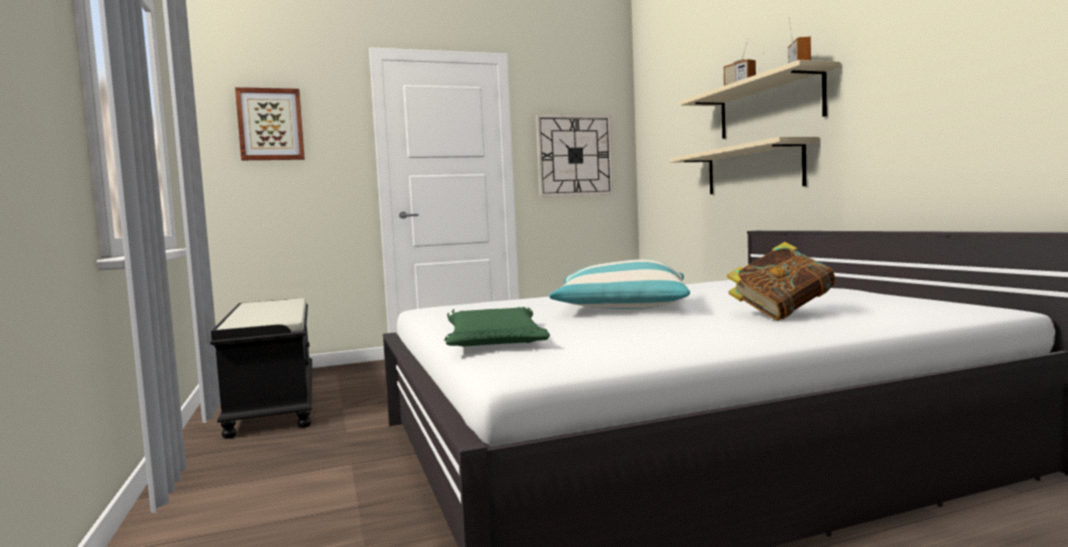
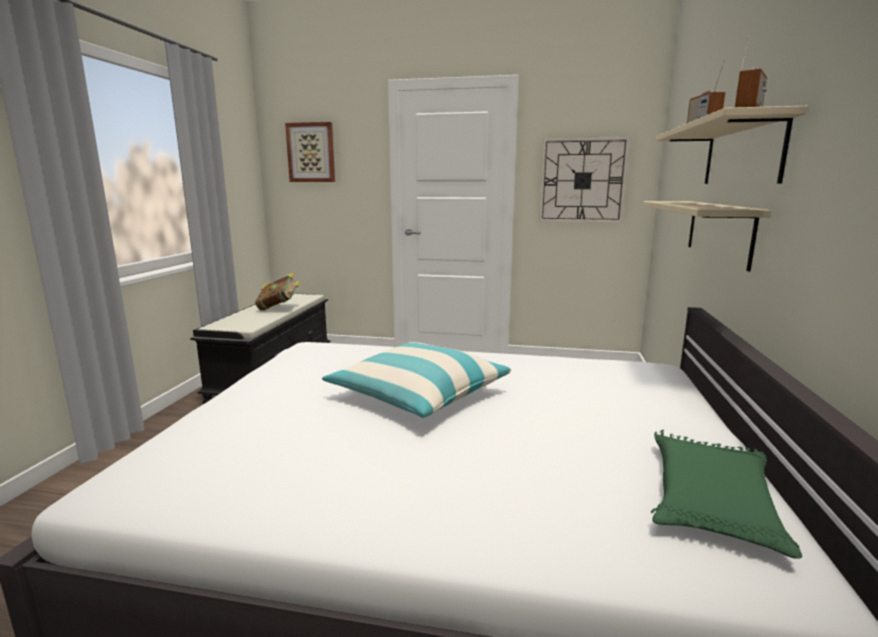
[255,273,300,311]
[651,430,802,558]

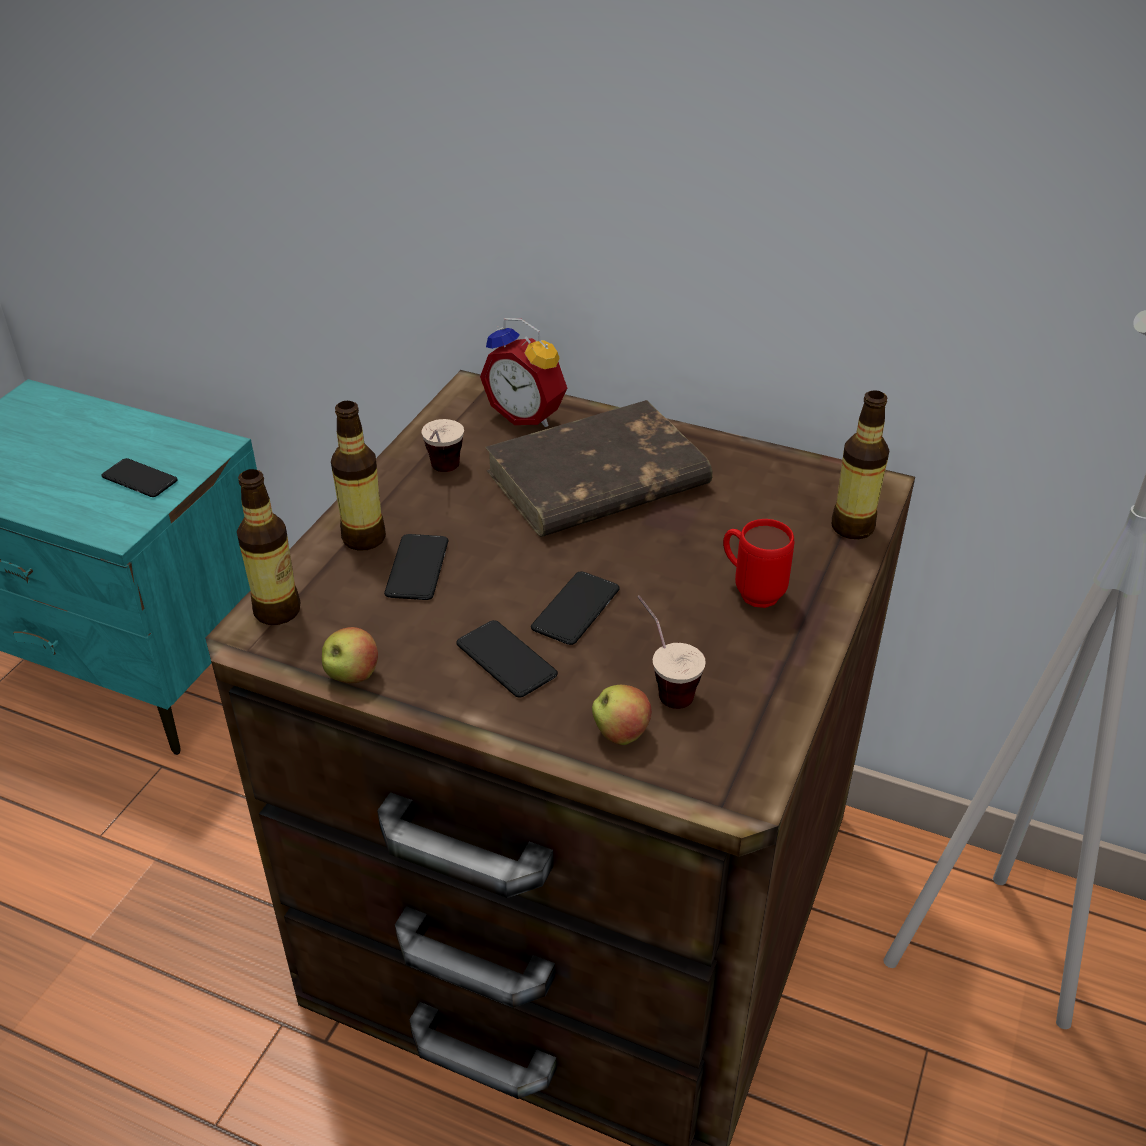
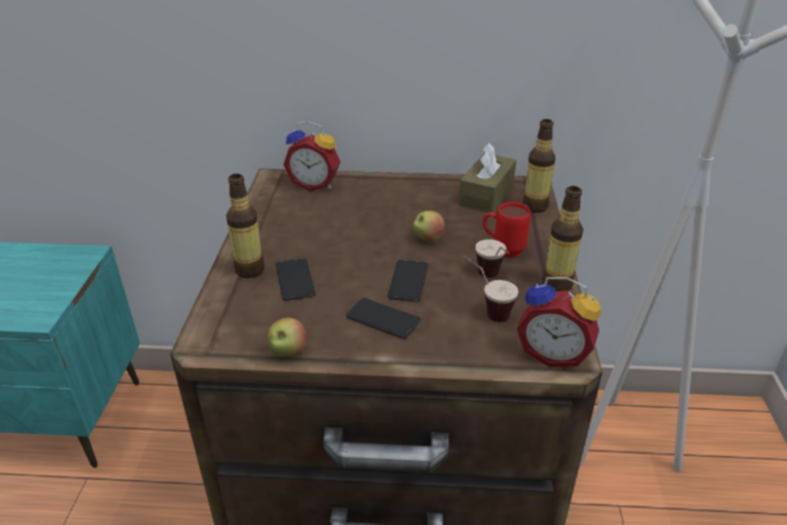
[485,400,713,537] (first image)
[475,240,509,278]
[101,458,178,497] (first image)
[543,186,583,291]
[413,211,445,242]
[459,142,516,213]
[517,277,601,367]

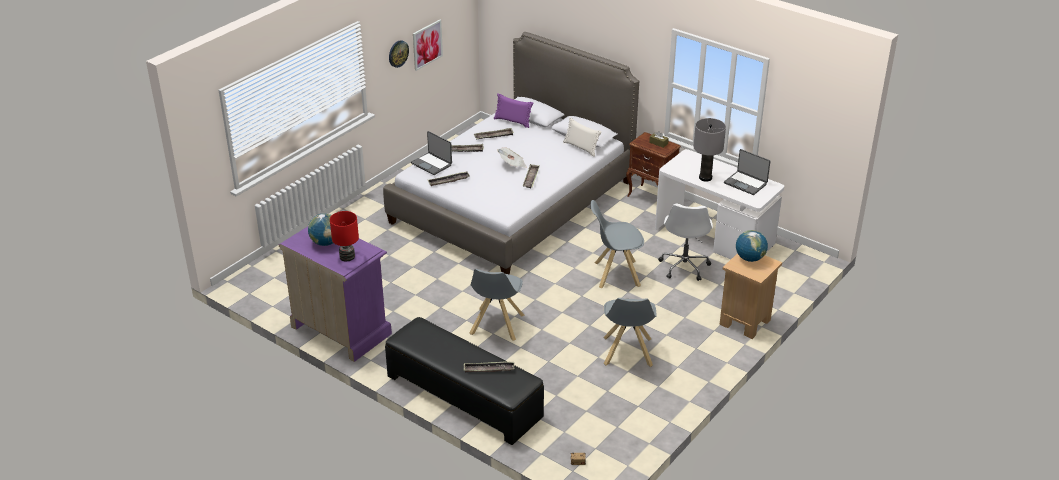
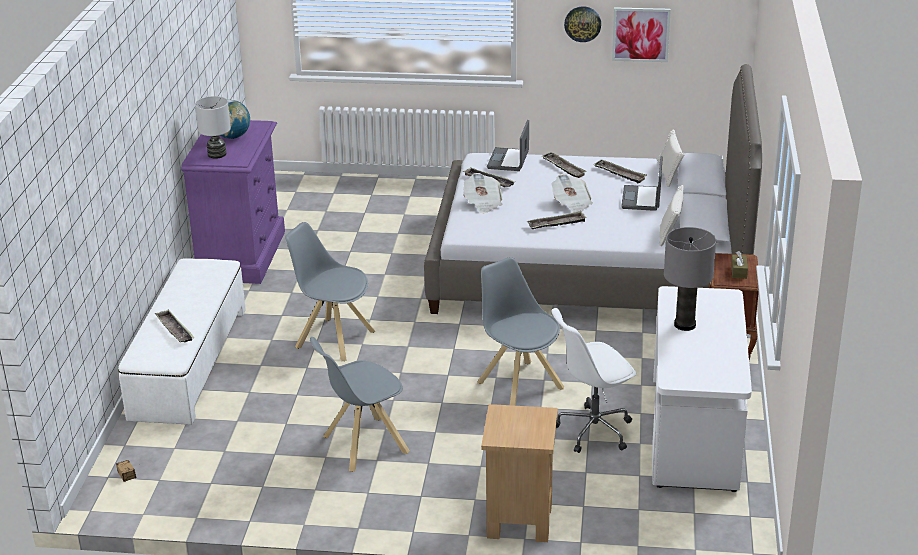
[656,129,684,187]
[621,156,663,211]
[195,96,231,159]
[736,230,768,262] (first image)
[285,222,375,361]
[118,258,246,425]
[463,173,503,213]

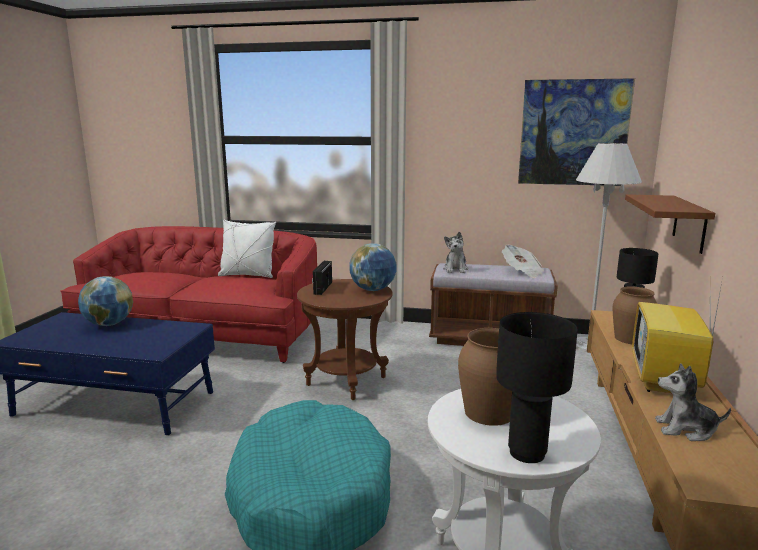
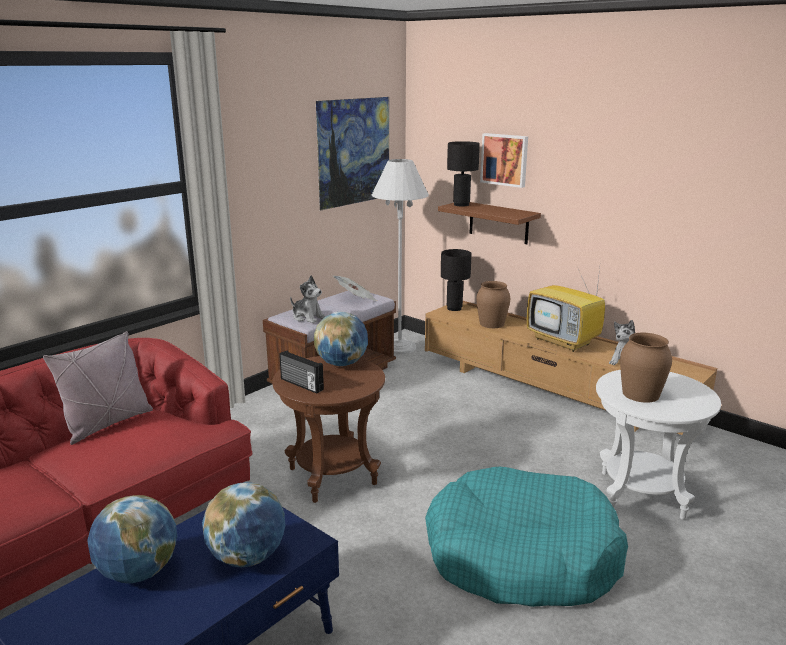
[43,331,153,445]
[447,141,480,206]
[480,133,528,188]
[202,482,285,567]

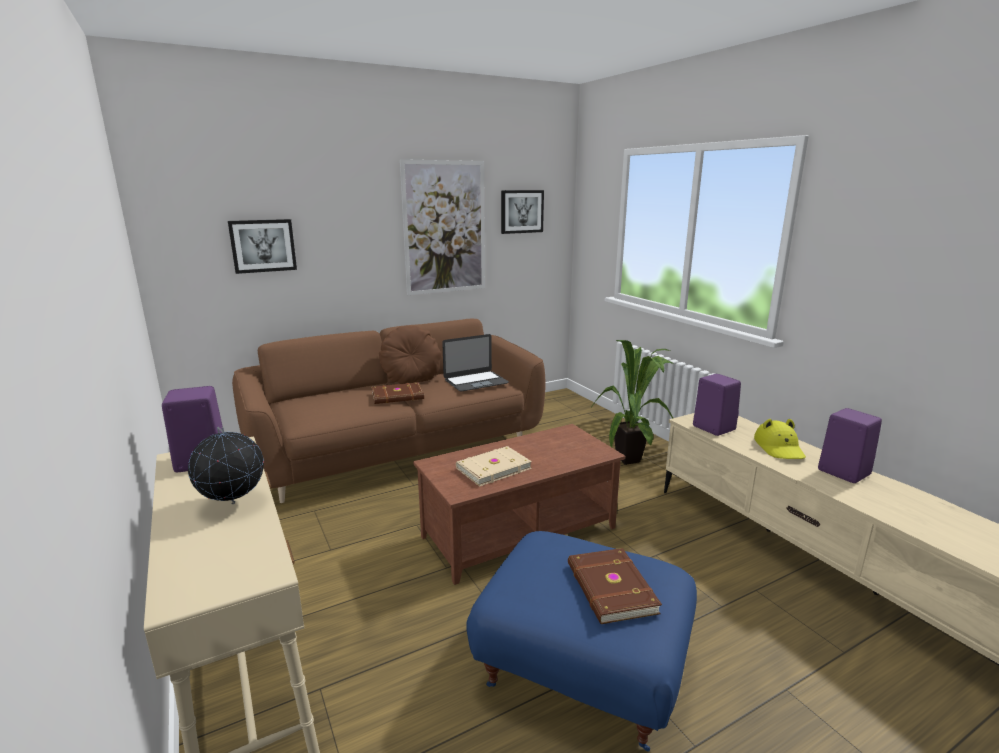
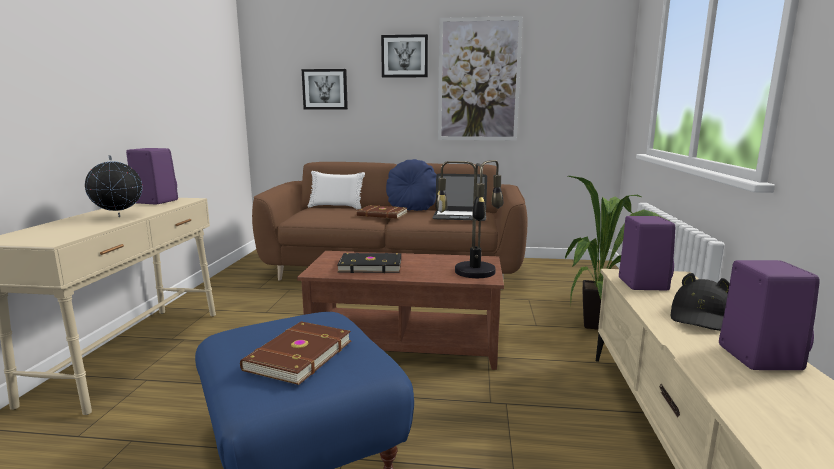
[381,34,428,78]
[386,159,437,211]
[670,273,730,331]
[337,253,401,273]
[435,160,503,278]
[308,171,365,210]

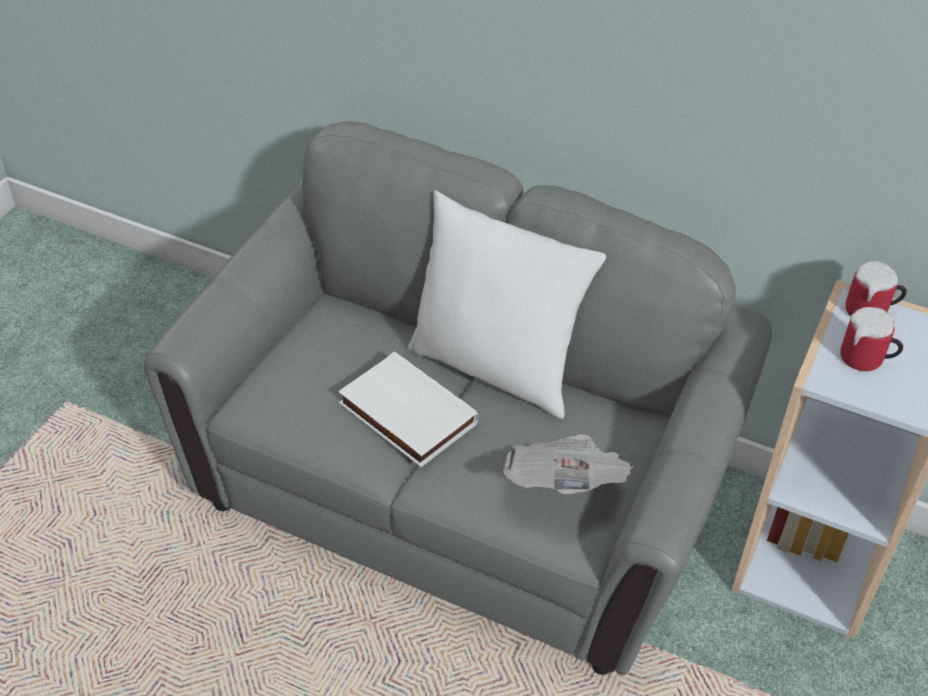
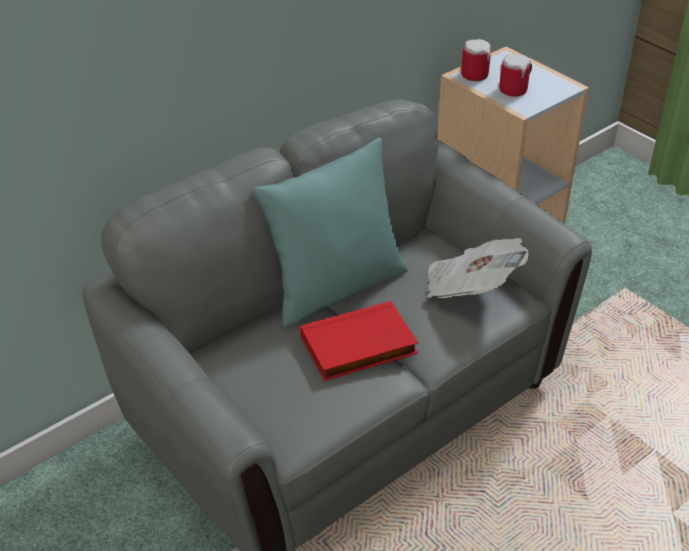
[253,138,408,328]
[300,301,419,381]

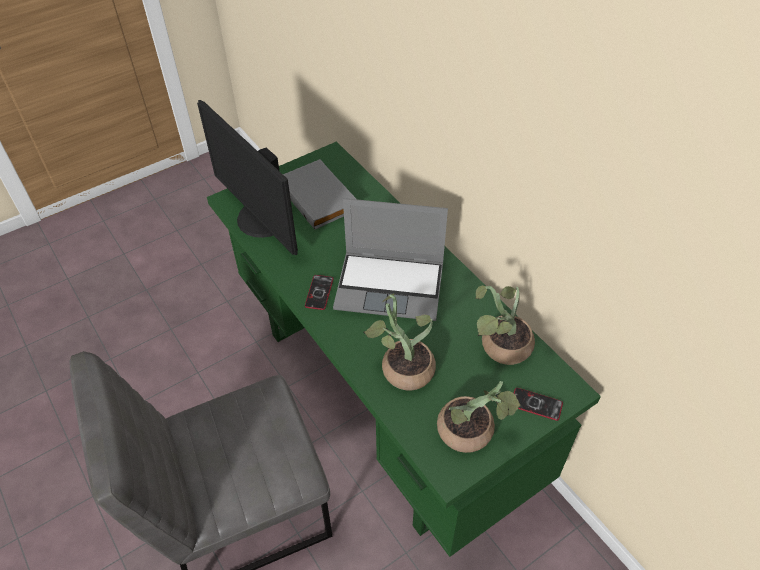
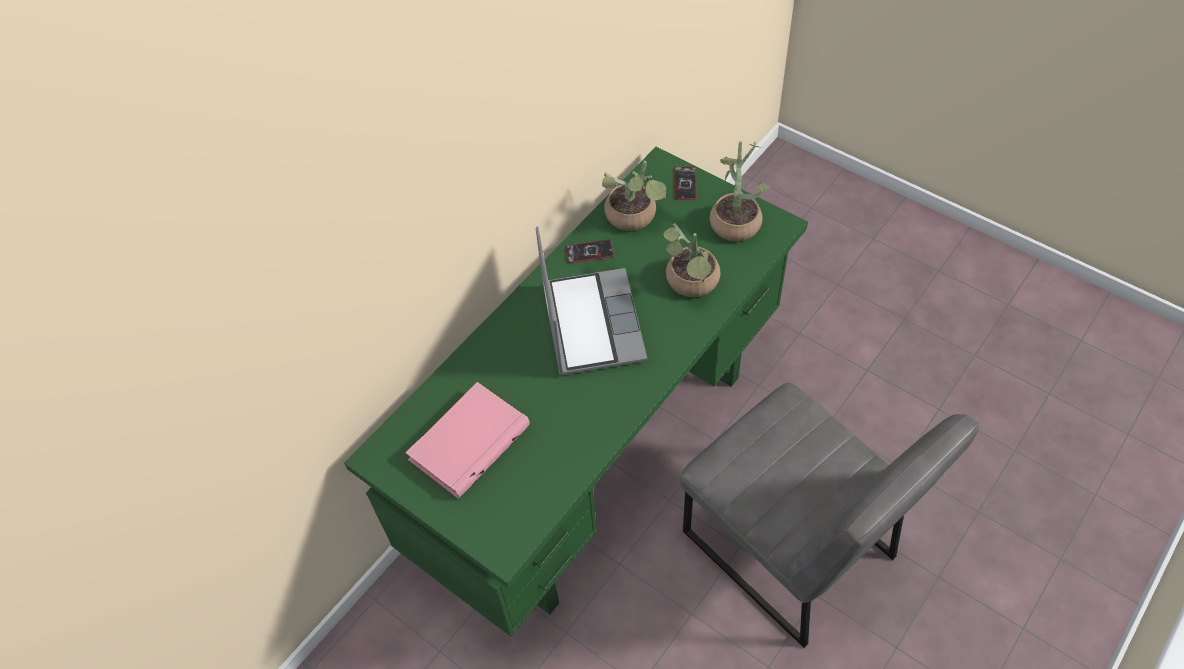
[197,100,298,256] (first image)
[405,382,530,499]
[565,240,614,263]

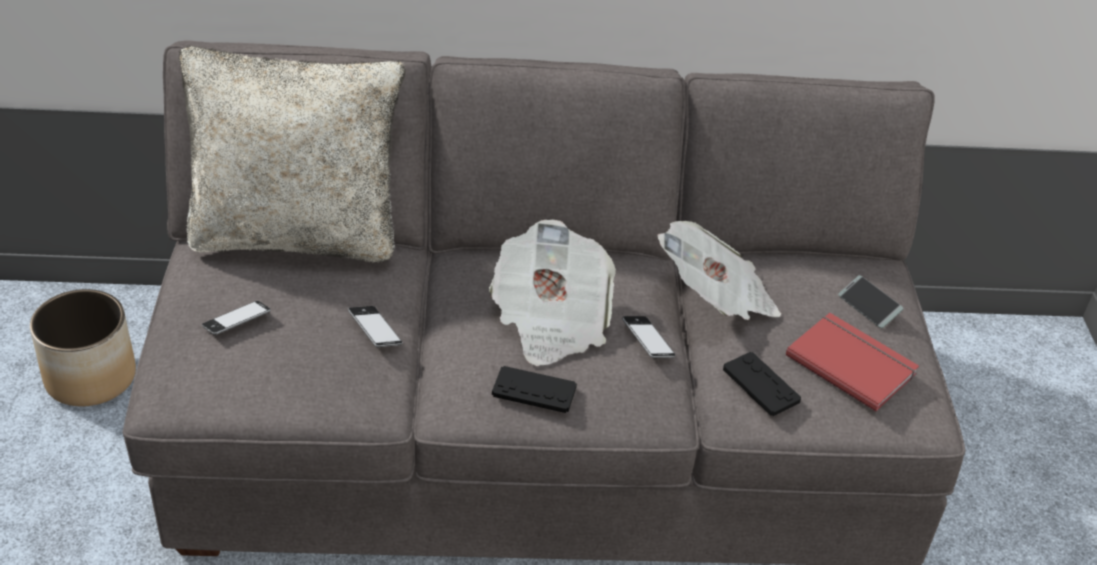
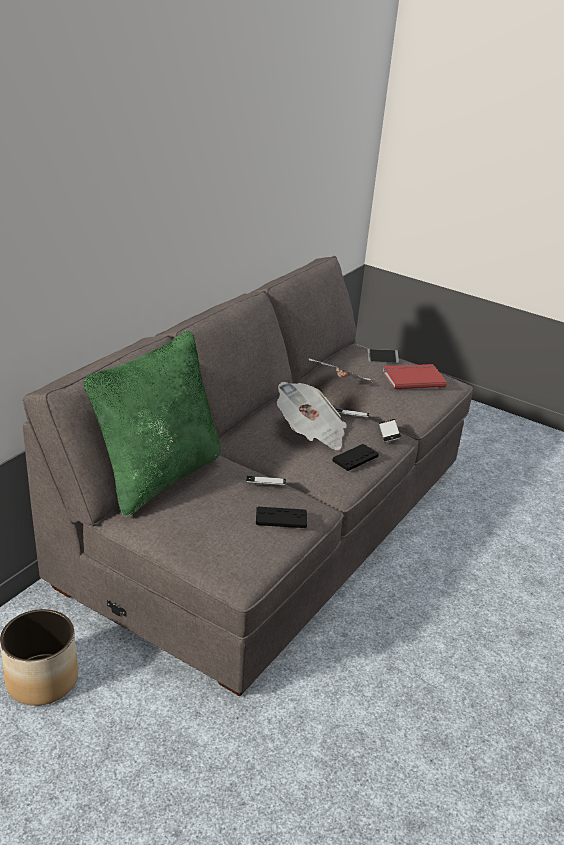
[83,330,221,516]
[379,419,401,443]
[256,507,307,528]

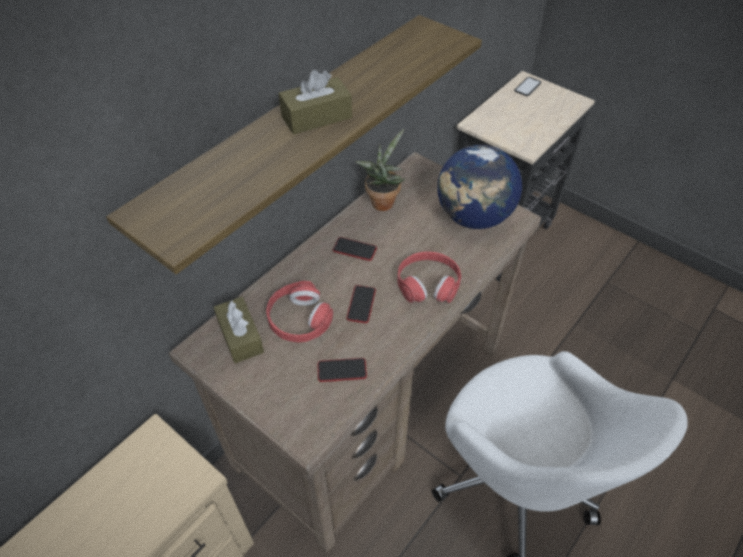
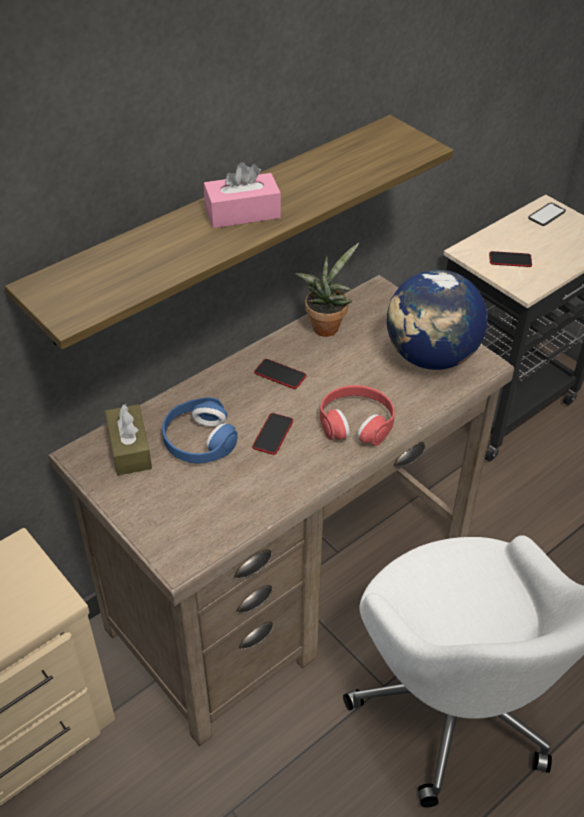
[204,162,281,228]
[162,397,238,464]
[489,251,532,267]

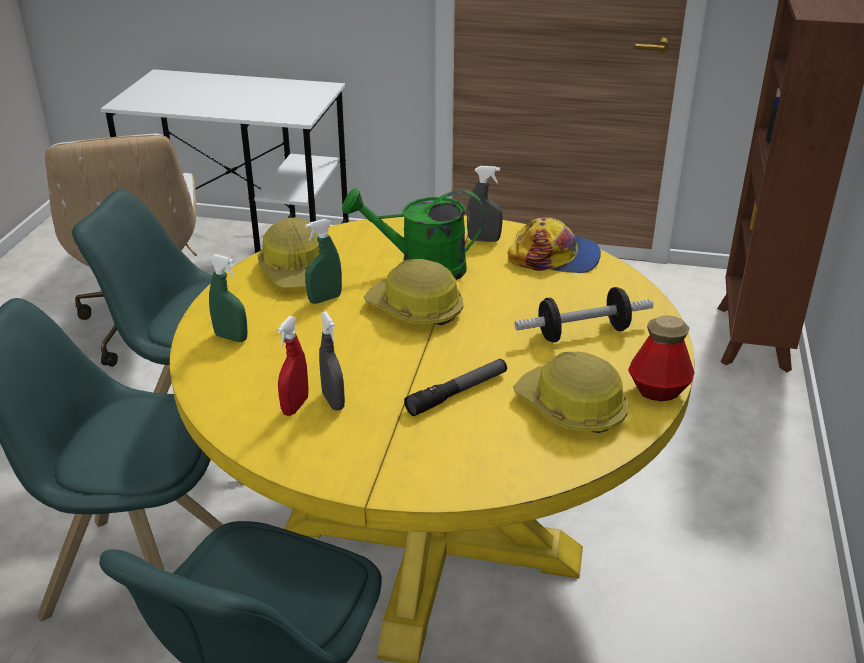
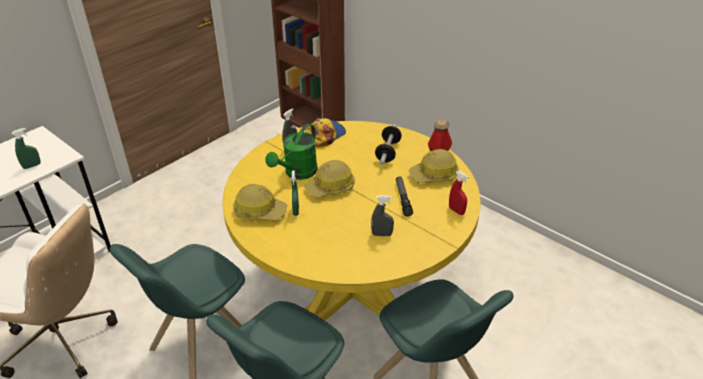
[12,128,41,169]
[449,171,469,215]

